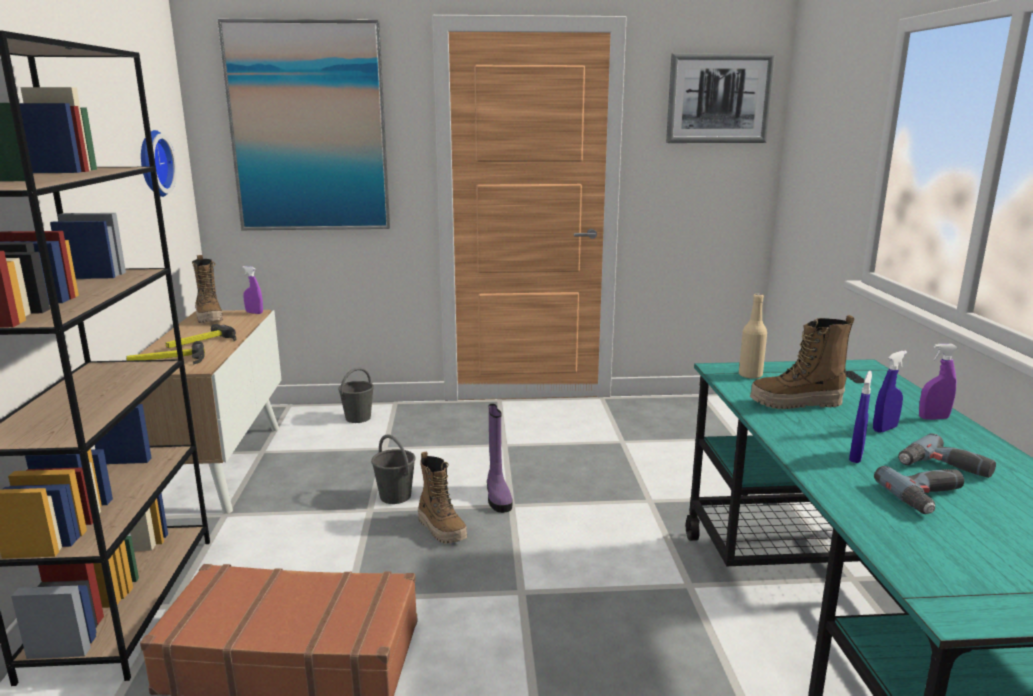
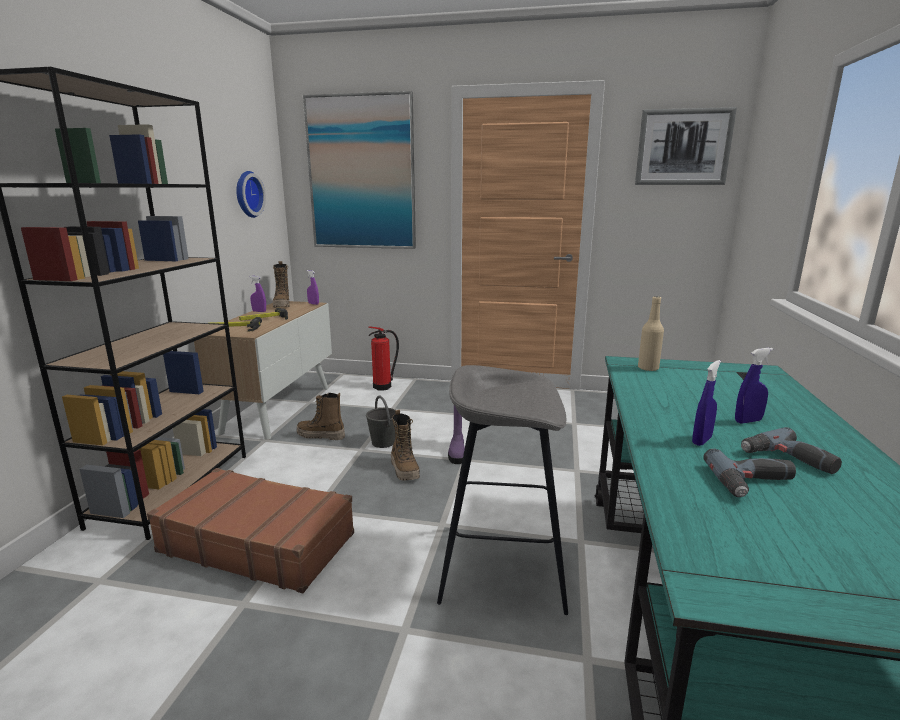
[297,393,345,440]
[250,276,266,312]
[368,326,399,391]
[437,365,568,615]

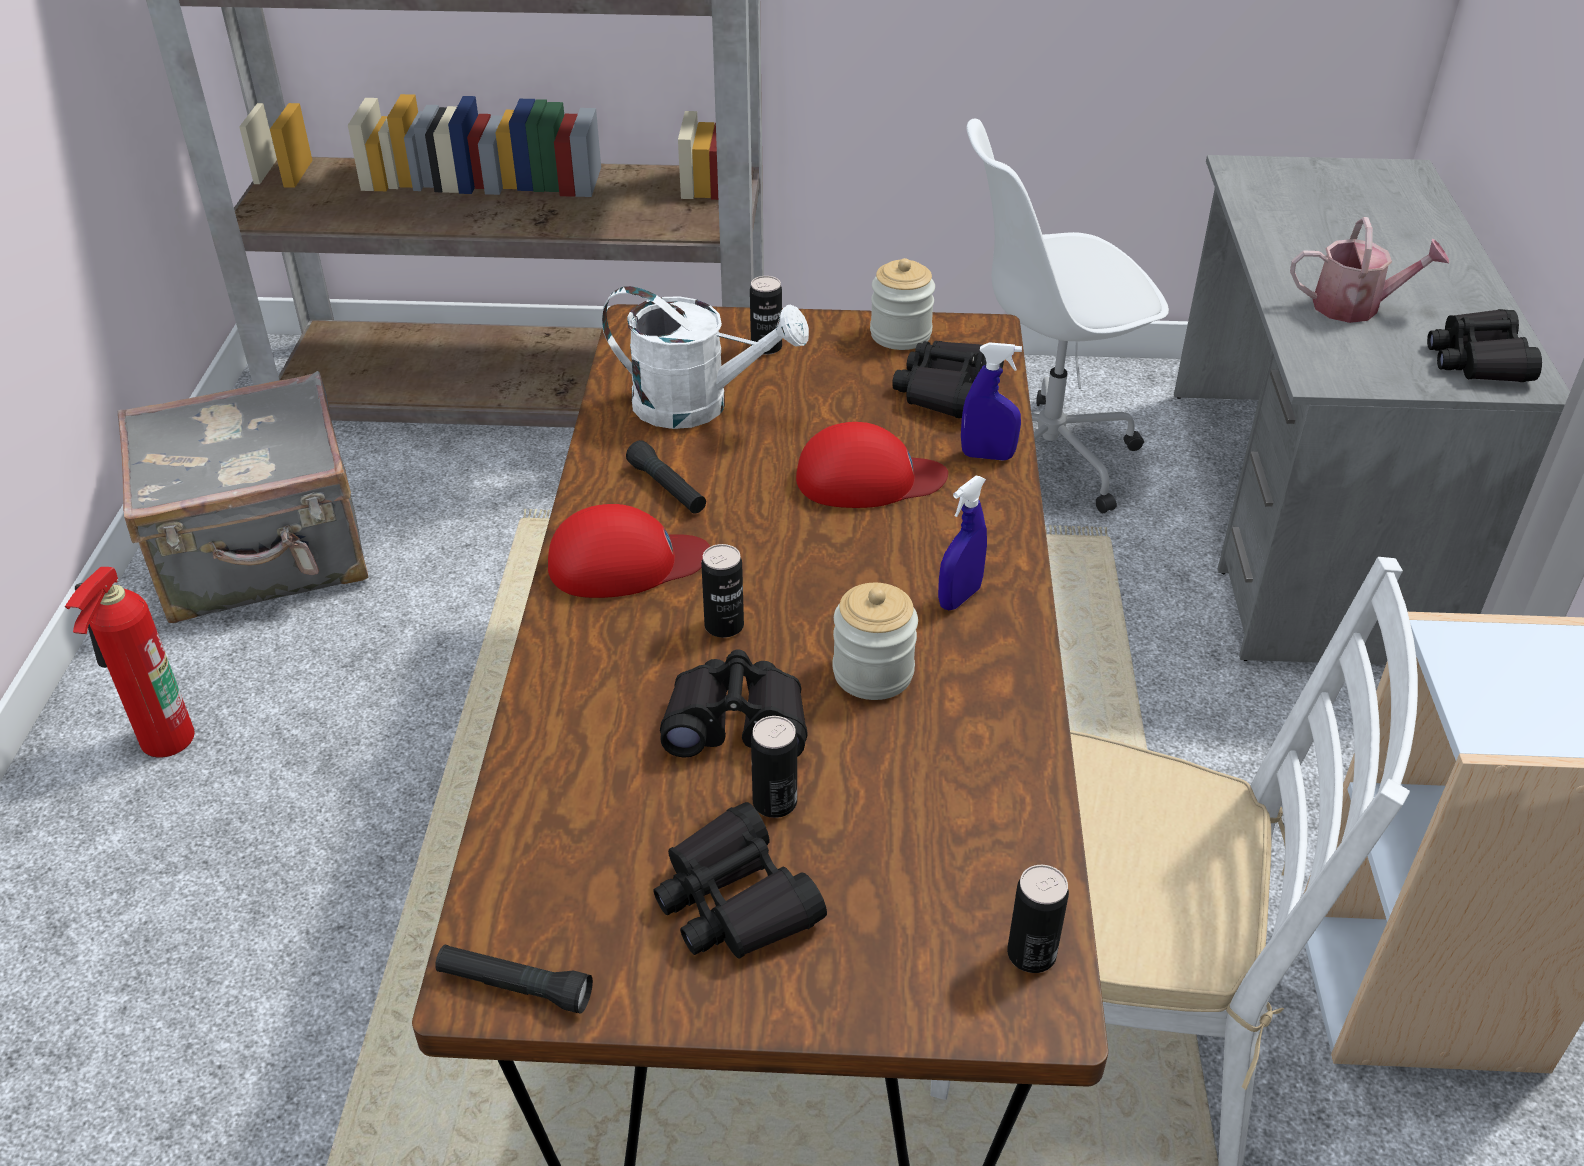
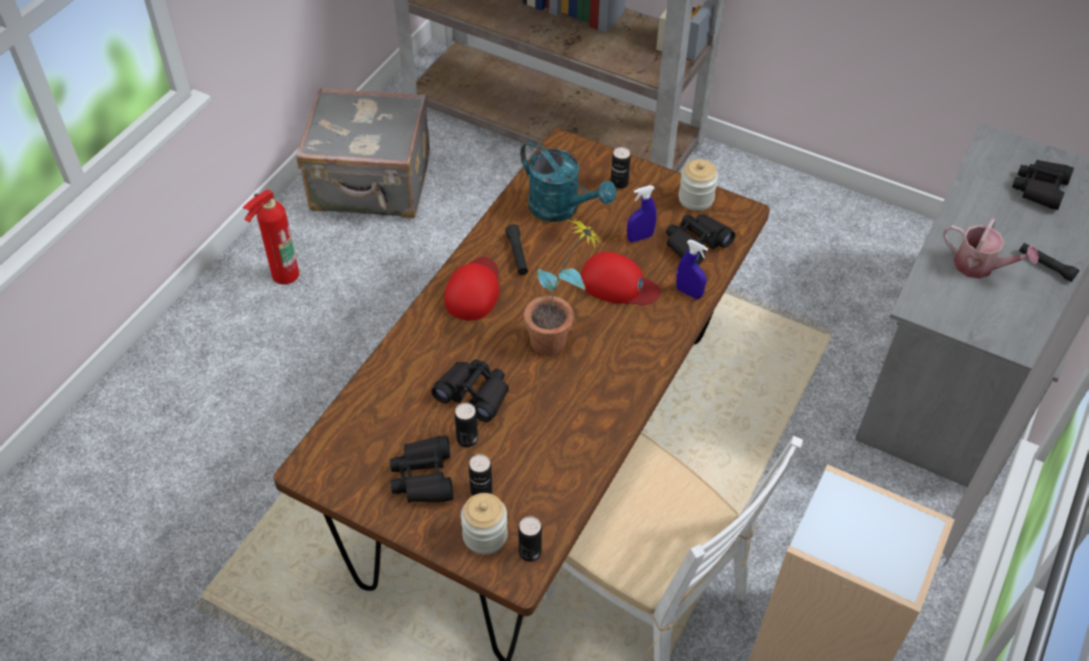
[966,119,1169,513] (first image)
[520,140,616,222]
[1012,160,1074,210]
[627,185,657,242]
[444,257,499,320]
[469,454,492,496]
[461,493,508,554]
[1019,243,1079,282]
[524,217,604,355]

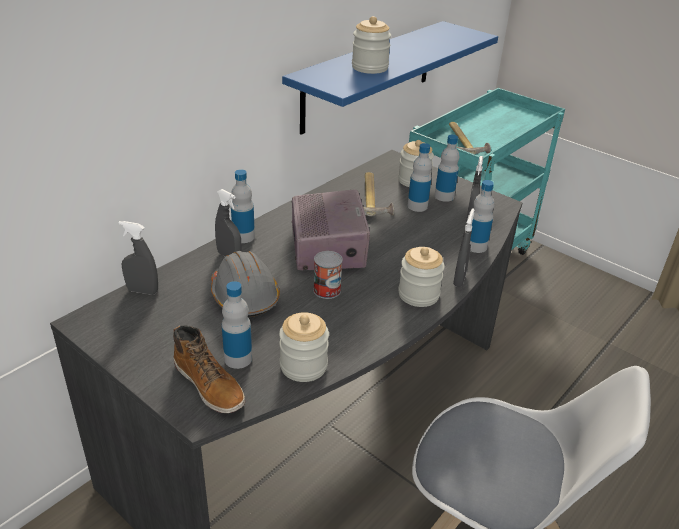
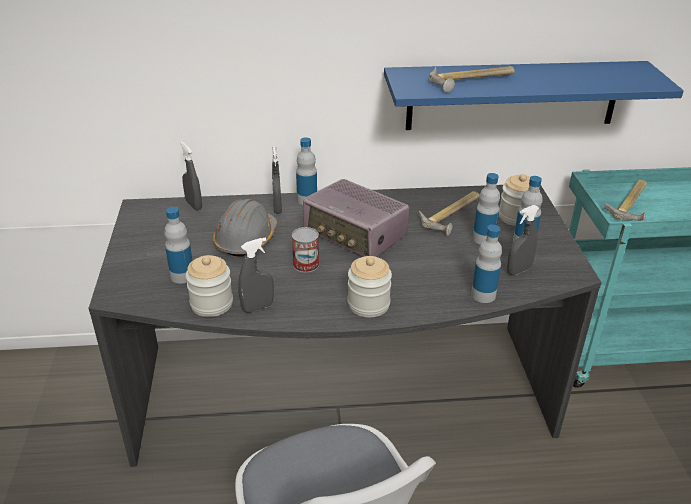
[429,66,515,93]
[303,179,409,257]
[238,238,274,313]
[173,326,245,413] (first image)

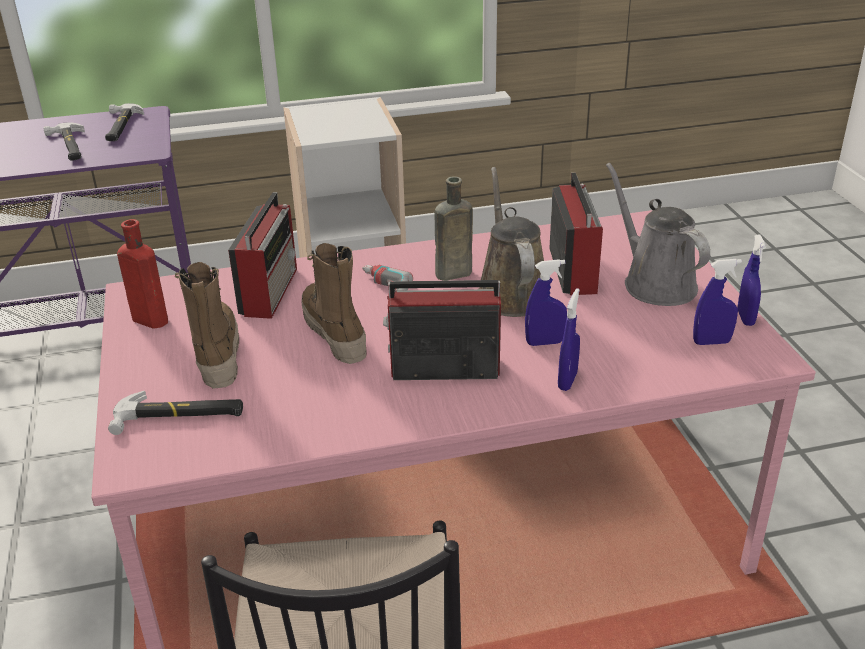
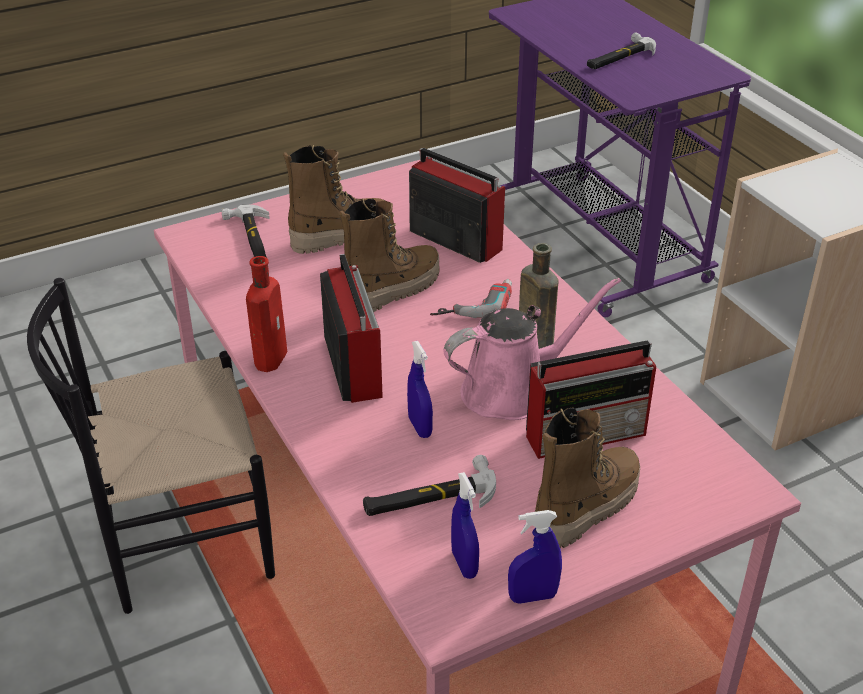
[363,455,496,516]
[535,408,640,549]
[444,277,621,420]
[409,148,505,263]
[246,256,287,372]
[558,288,580,391] (first image)

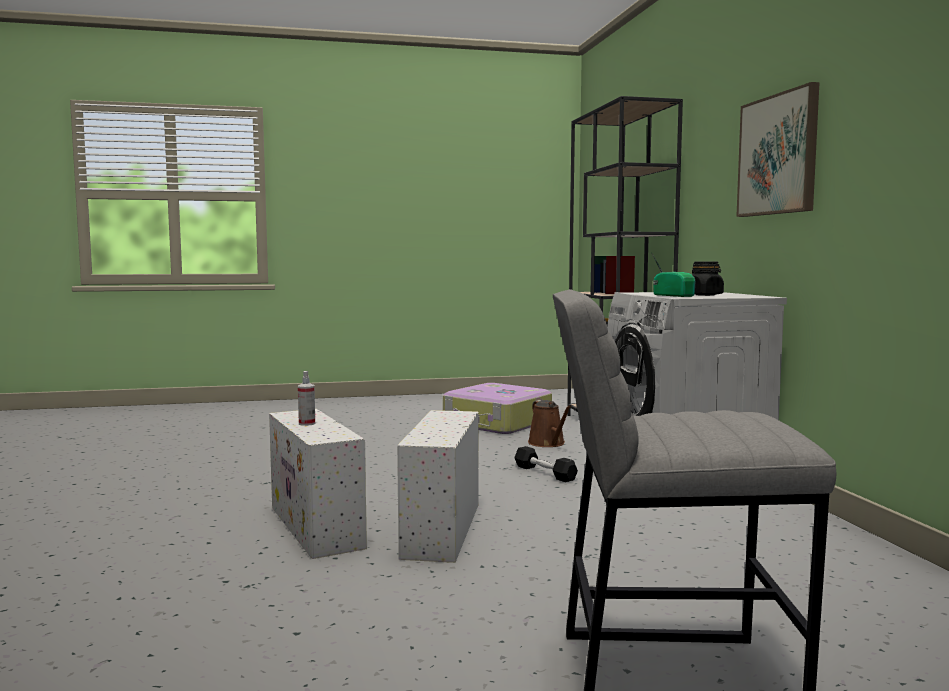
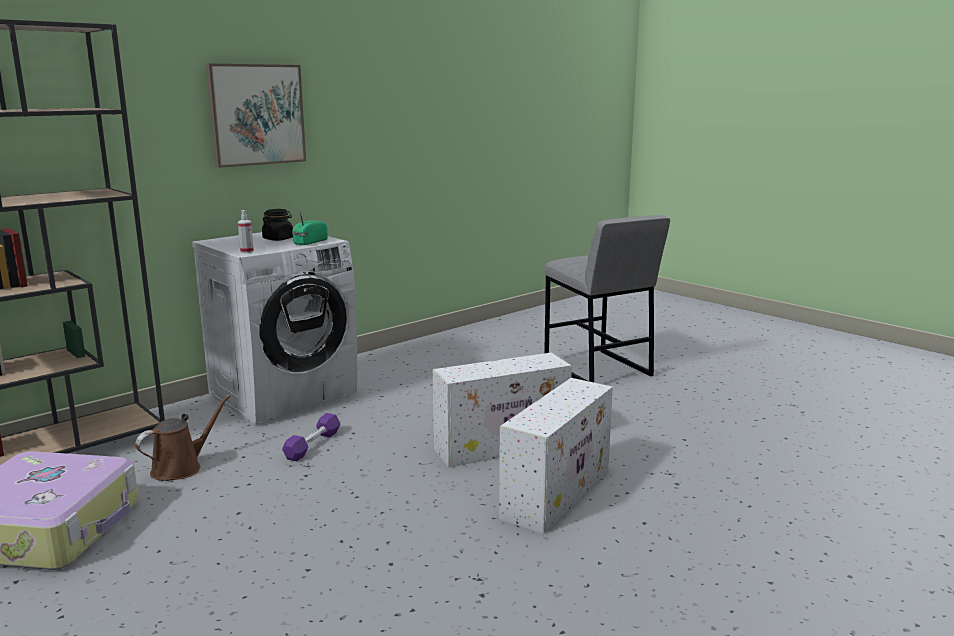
[238,210,254,253]
[282,413,341,461]

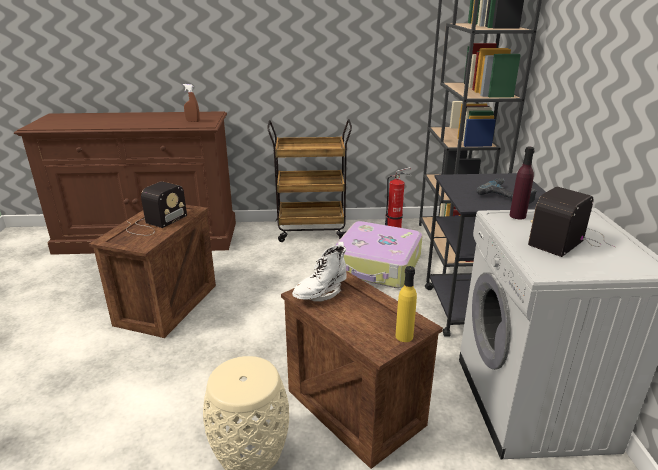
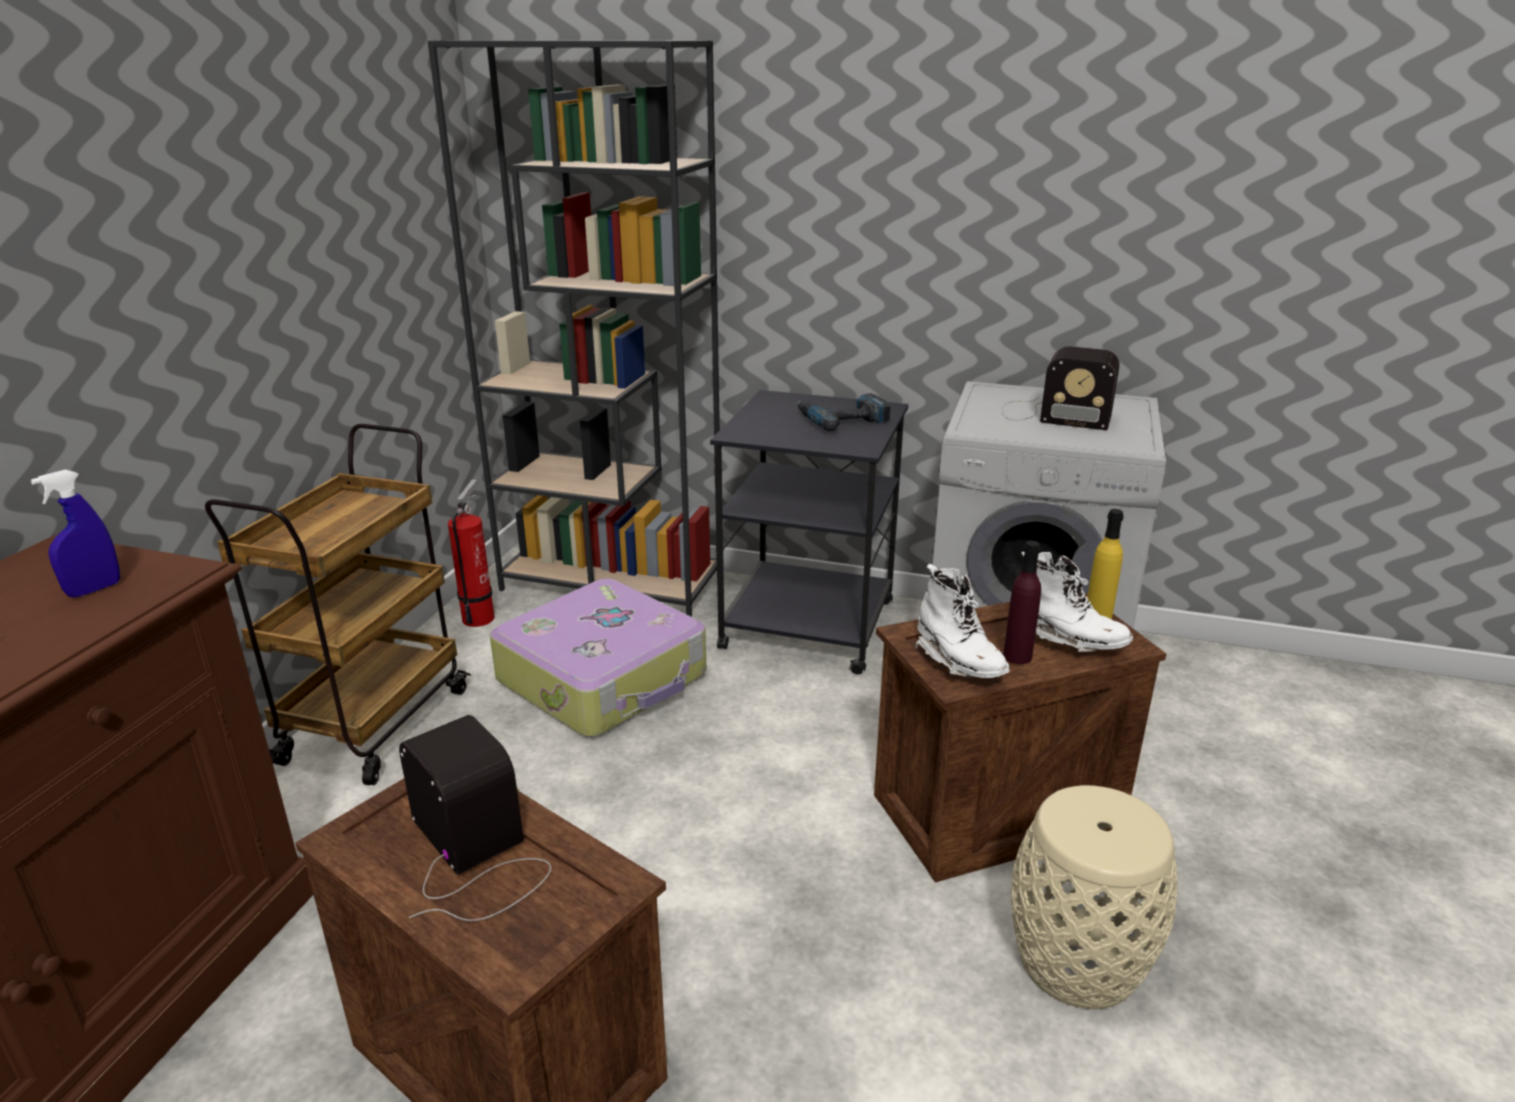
[31,470,120,598]
[1003,541,1041,664]
[1002,346,1119,430]
[1021,552,1133,652]

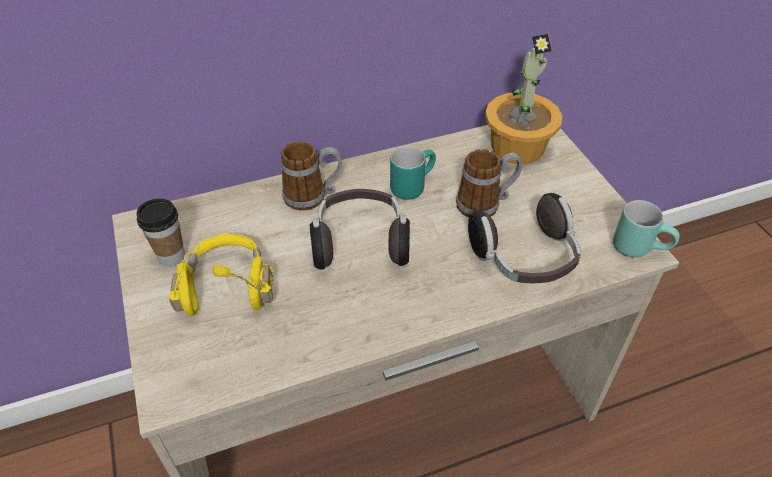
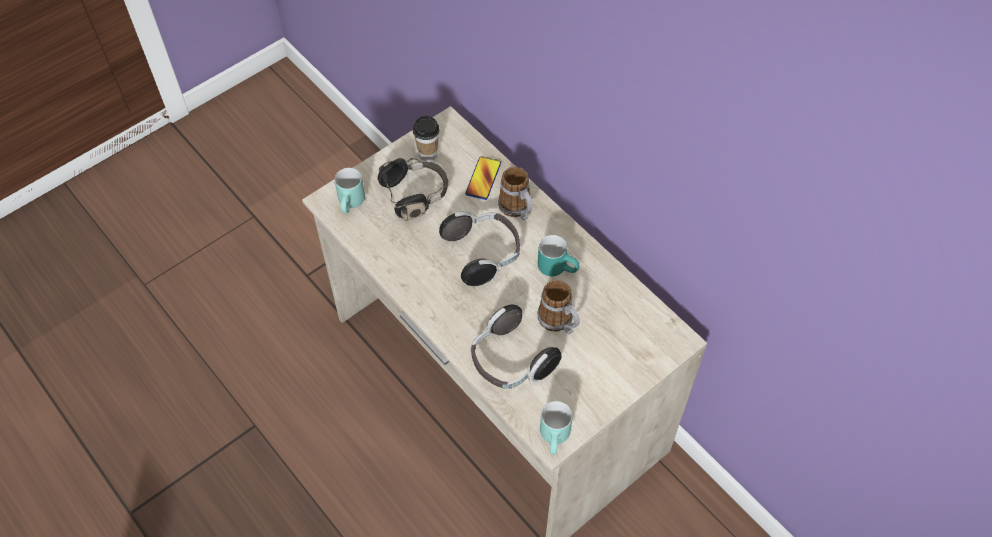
[485,34,562,164] (first image)
[378,158,448,221]
[465,156,501,200]
[335,168,365,214]

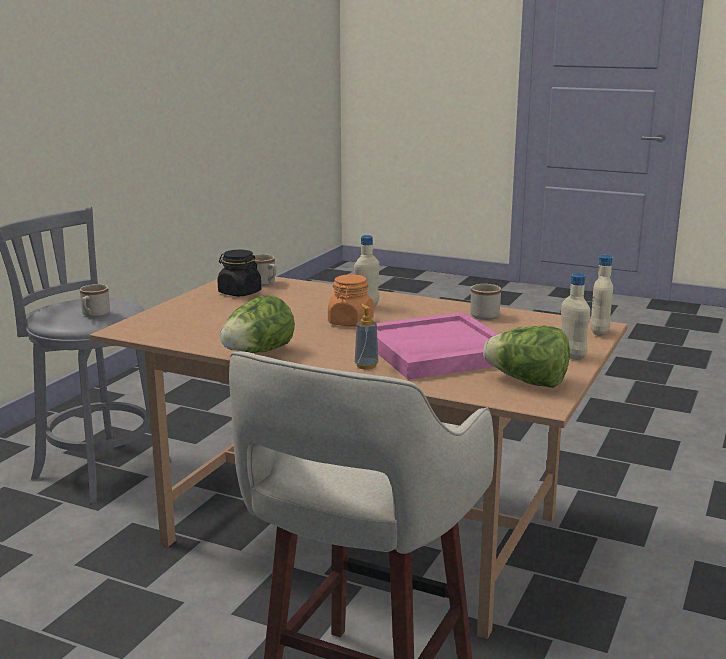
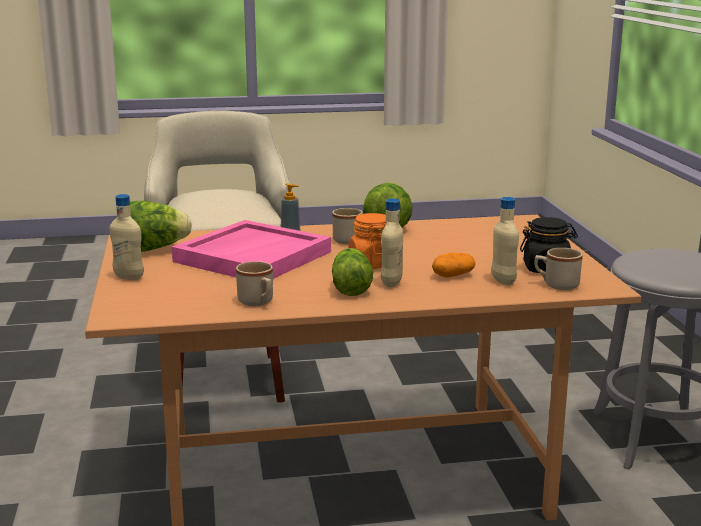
[491,197,519,285]
[332,208,363,244]
[332,248,373,296]
[432,253,476,278]

